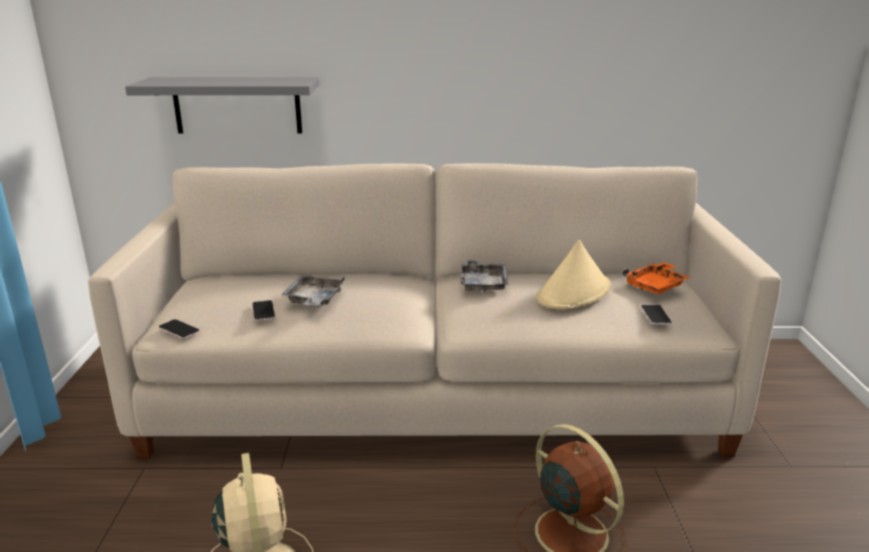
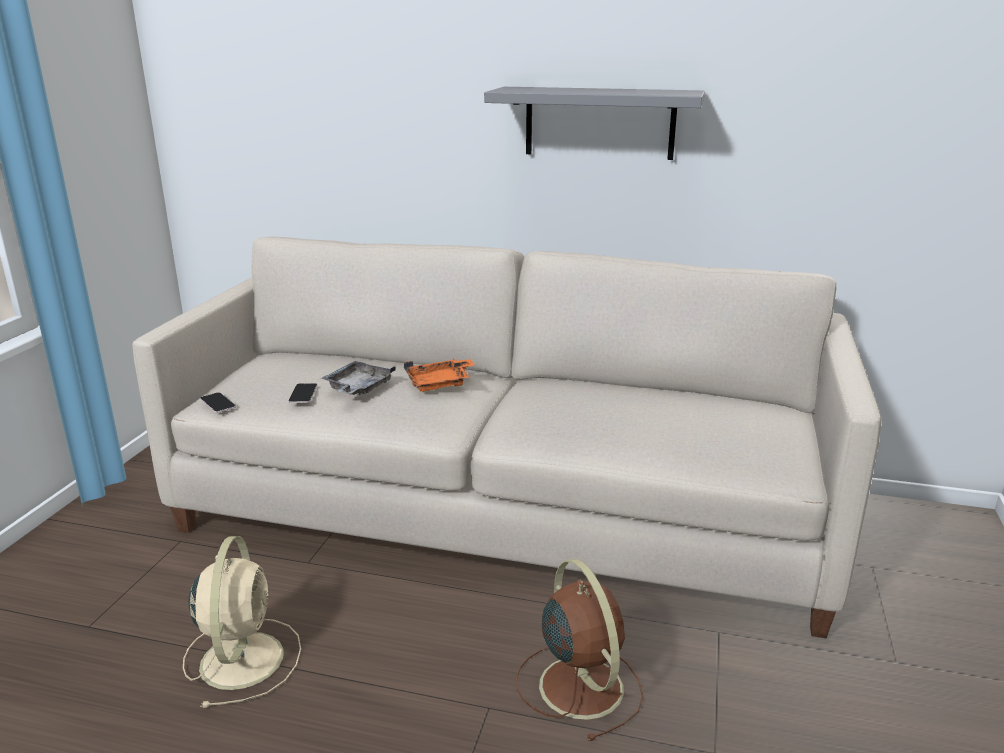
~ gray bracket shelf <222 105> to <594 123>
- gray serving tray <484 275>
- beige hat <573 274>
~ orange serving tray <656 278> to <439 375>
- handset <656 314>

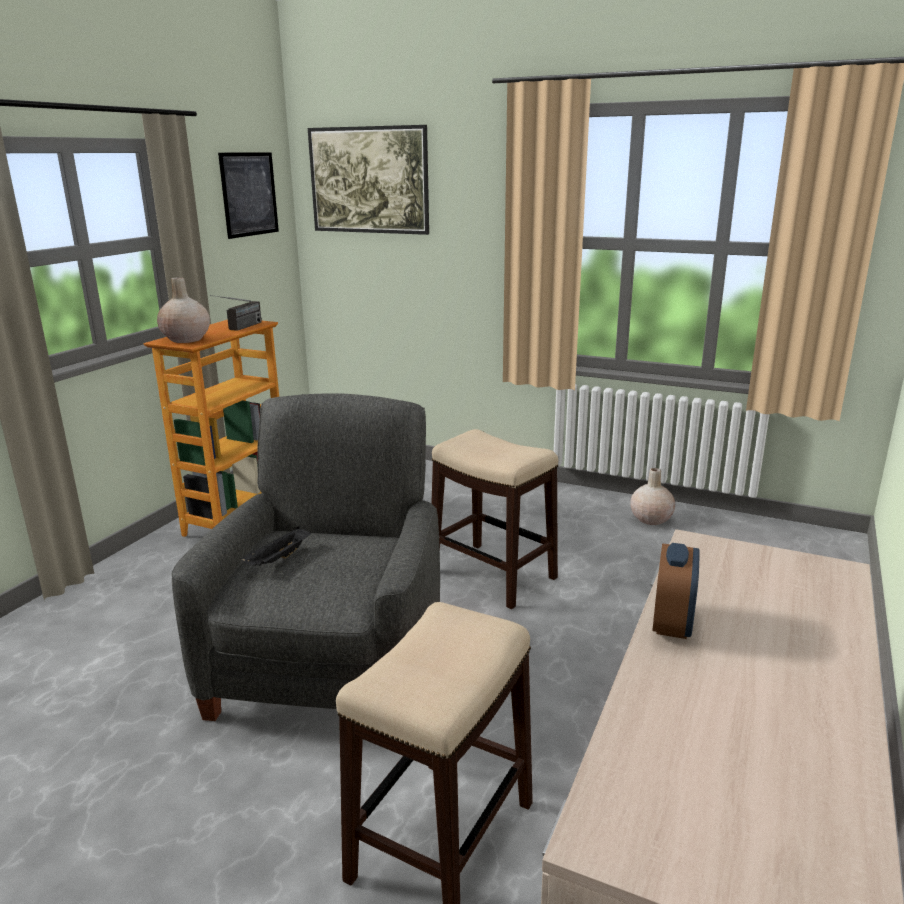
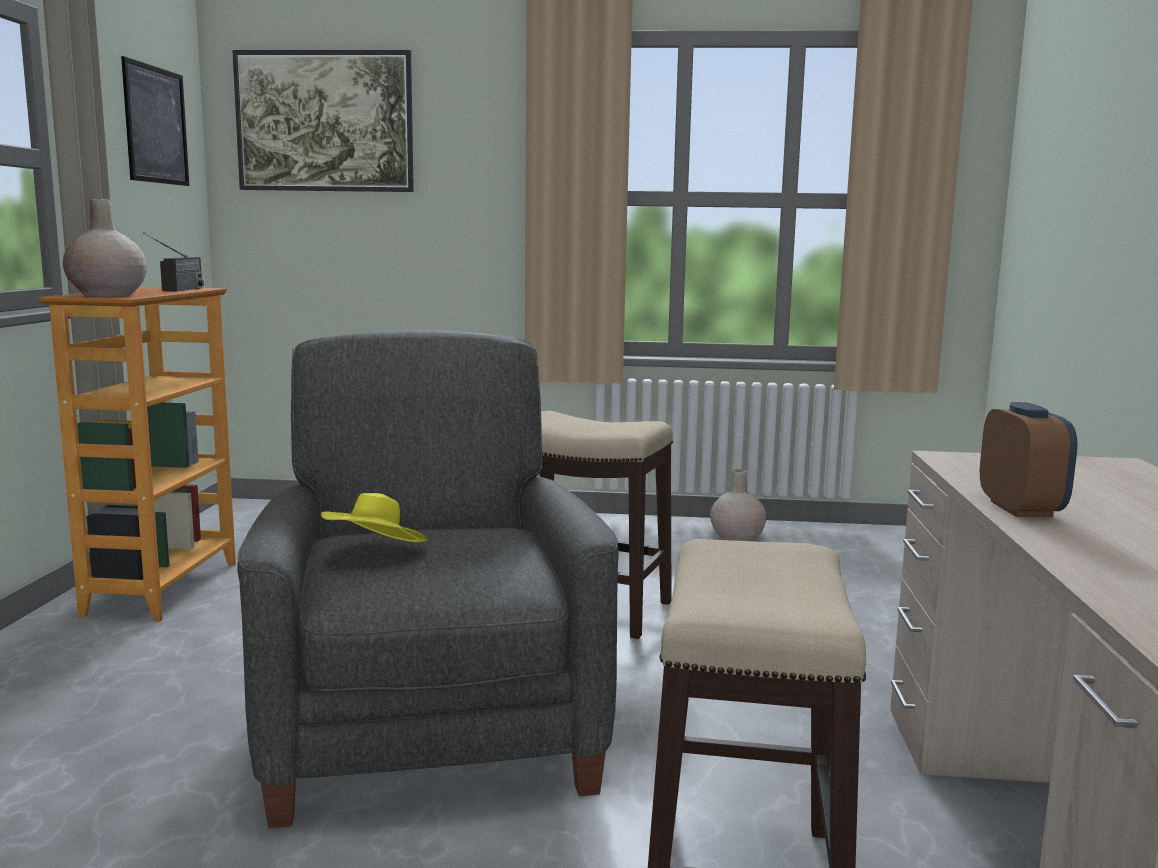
~ black-coloured serving tray <275 546> to yellowish hat <374 517>

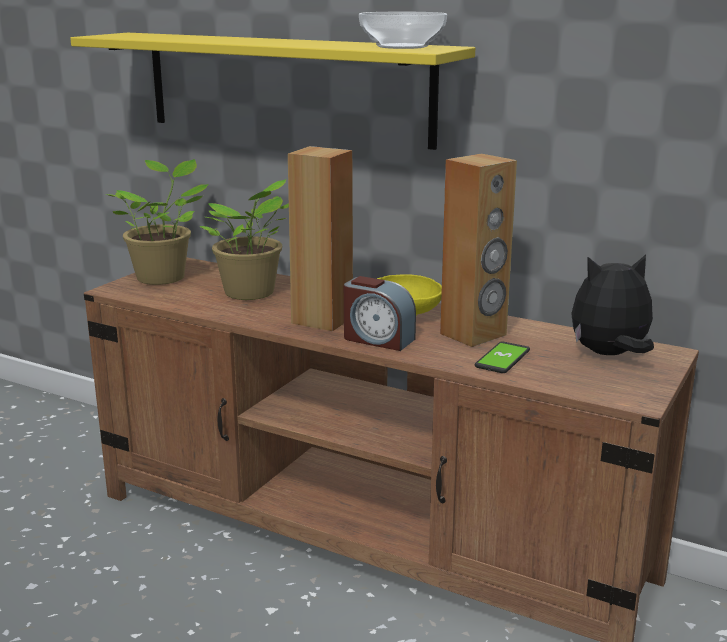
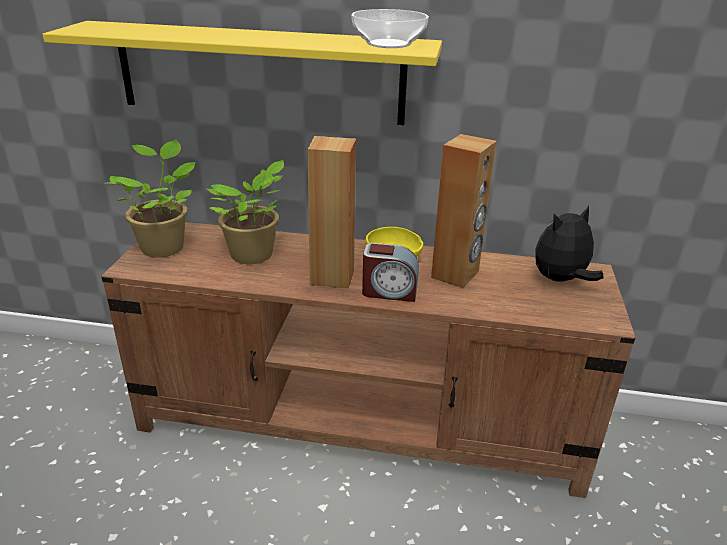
- handset <502 357>

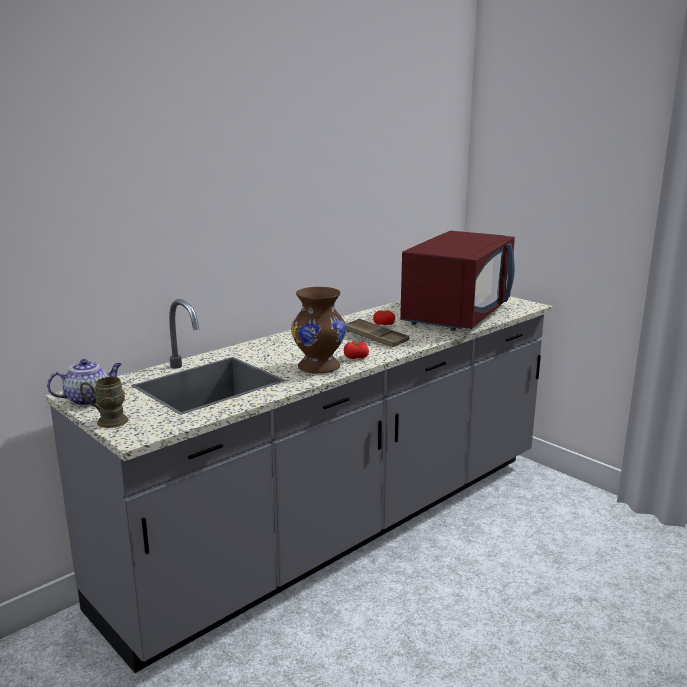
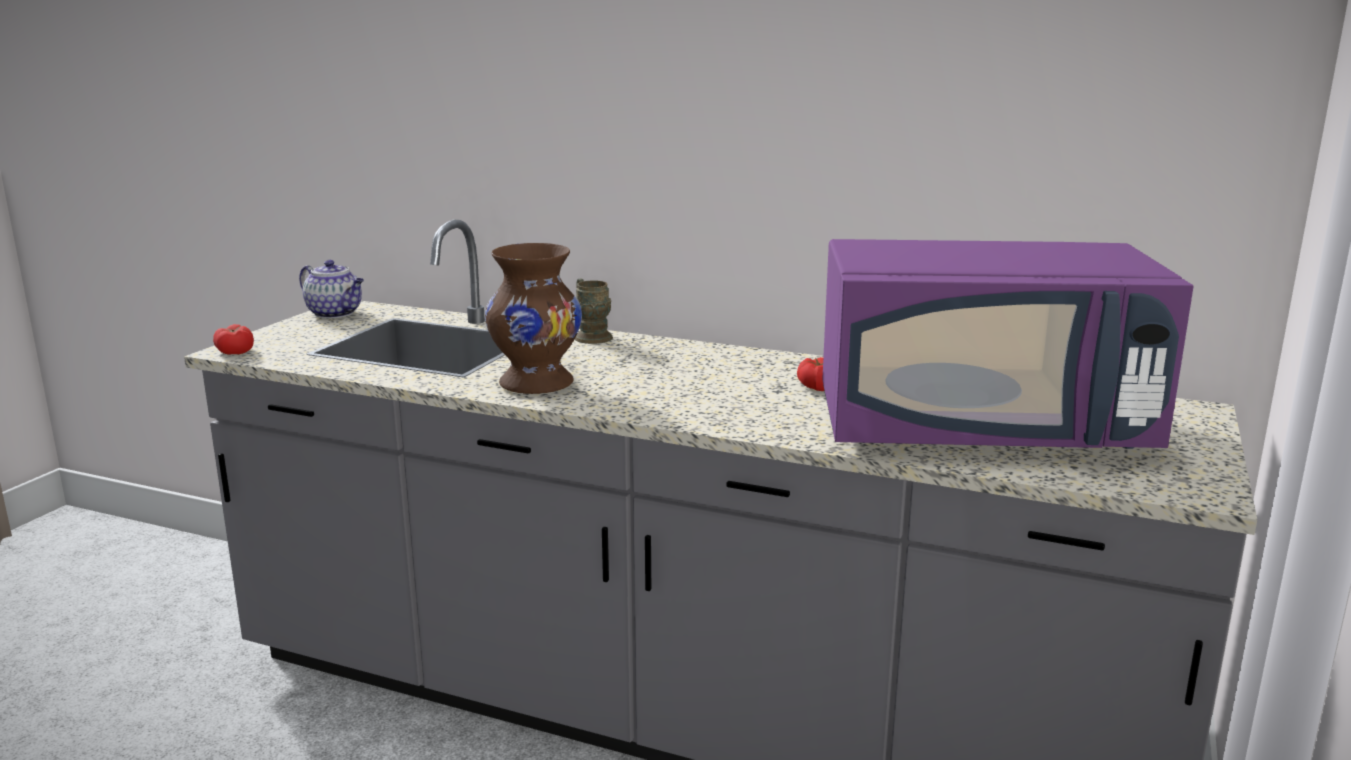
~ brownish coffee mug <104 402> to <594 311>
~ tomato <356 350> to <233 339>
- brownish serving tray <377 332>
~ reddish microwave oven <457 281> to purple microwave oven <1008 344>

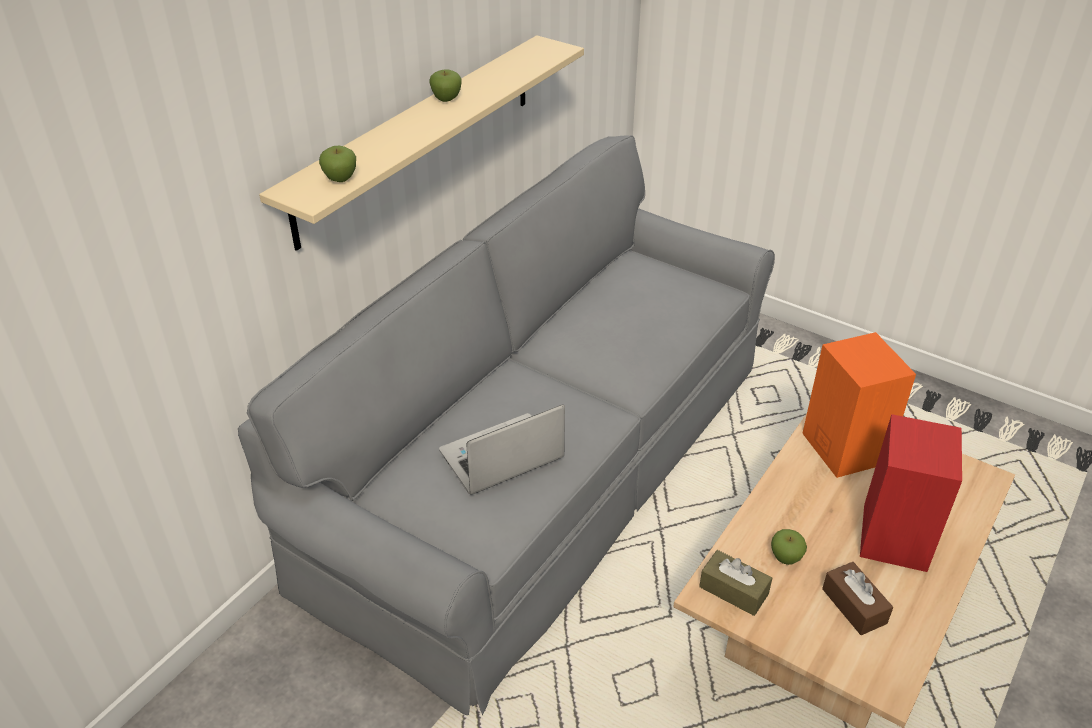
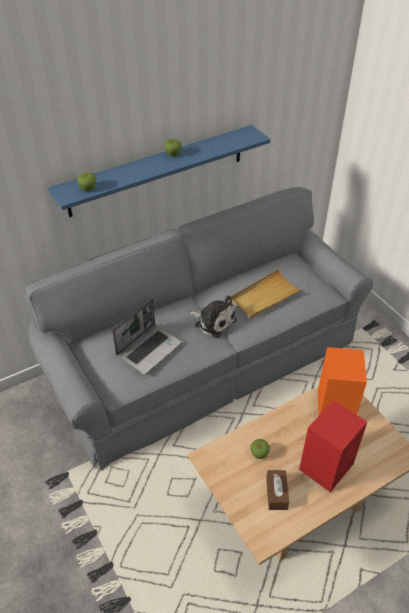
~ beige bracket shelf <421 143> to blue-coloured bracket shelf <159 171>
~ notebook computer <502 450> = <147 337> 135 degrees clockwise
- brownish box of tissues <735 583>
+ plush toy <213 316>
+ beige serving tray <267 294>

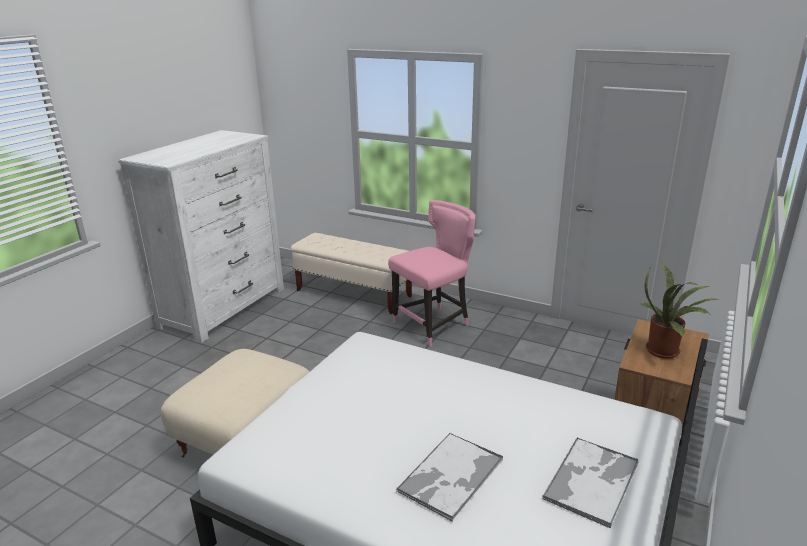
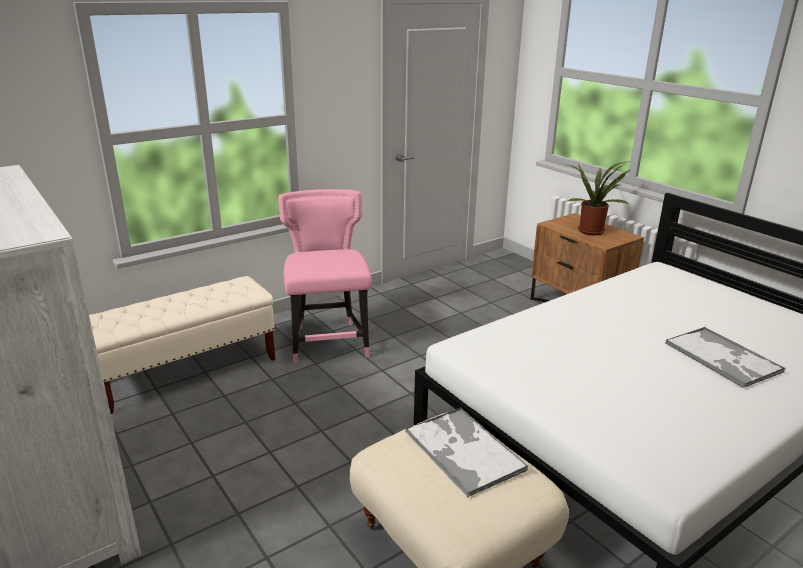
~ serving tray <590 483> to <466 453>

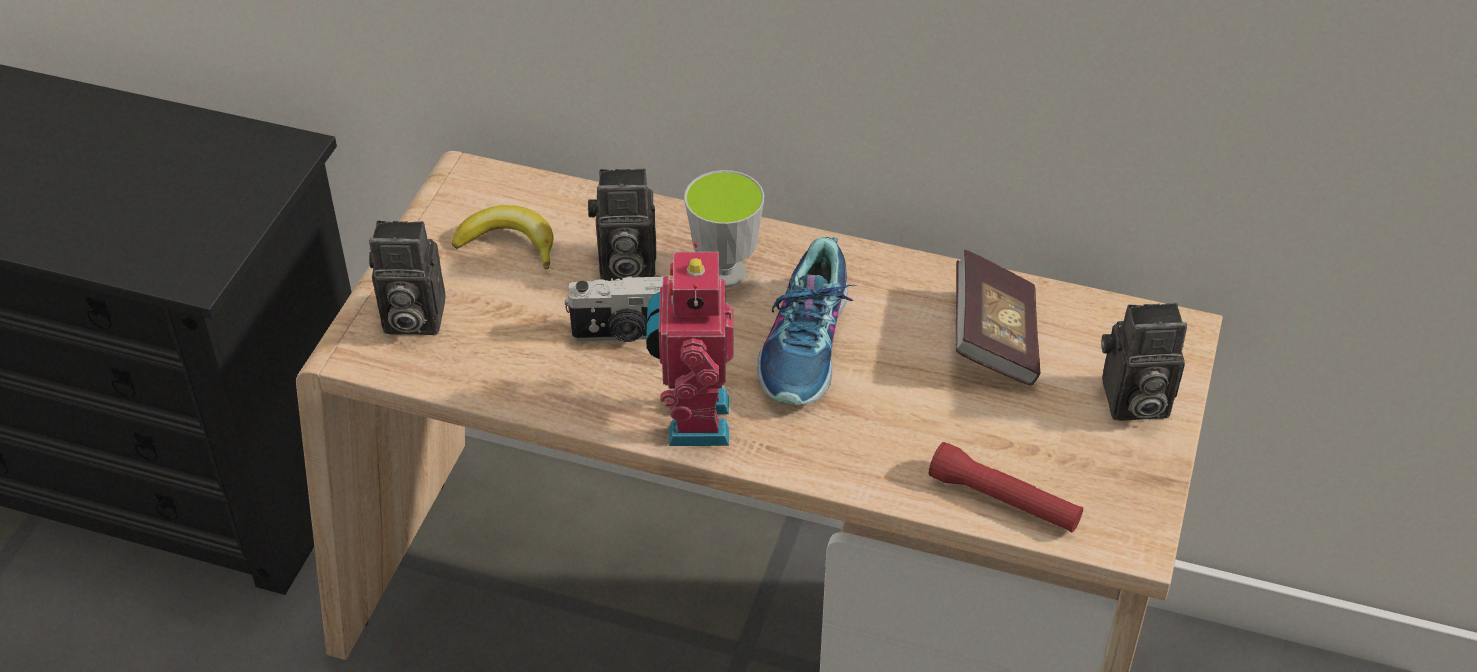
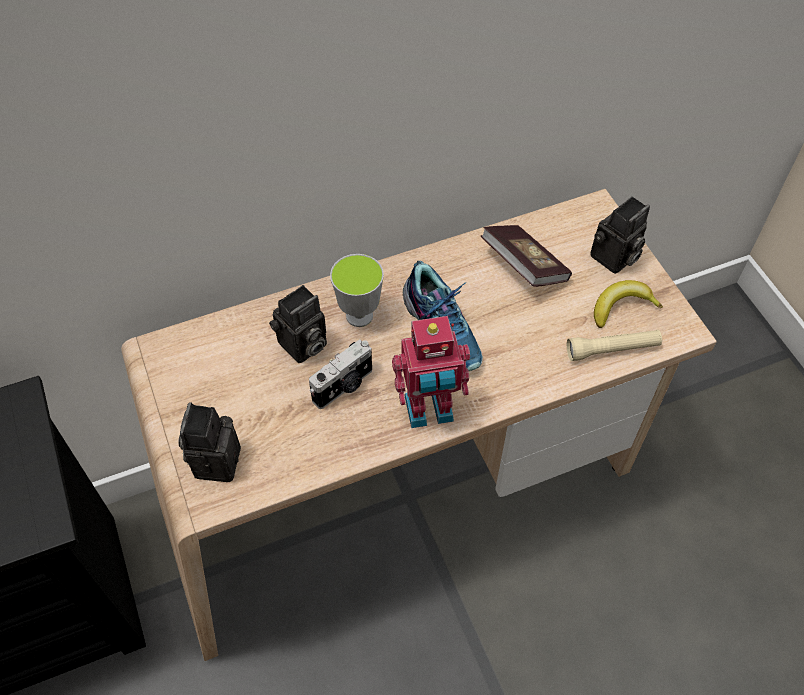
~ photo camera <407 278> = <209 442> 135 degrees clockwise
~ whole banana <502 237> to <628 304>
~ toy robot <689 344> = <431 372> 60 degrees counterclockwise
~ reddish flashlight <1006 487> to beige flashlight <614 345>

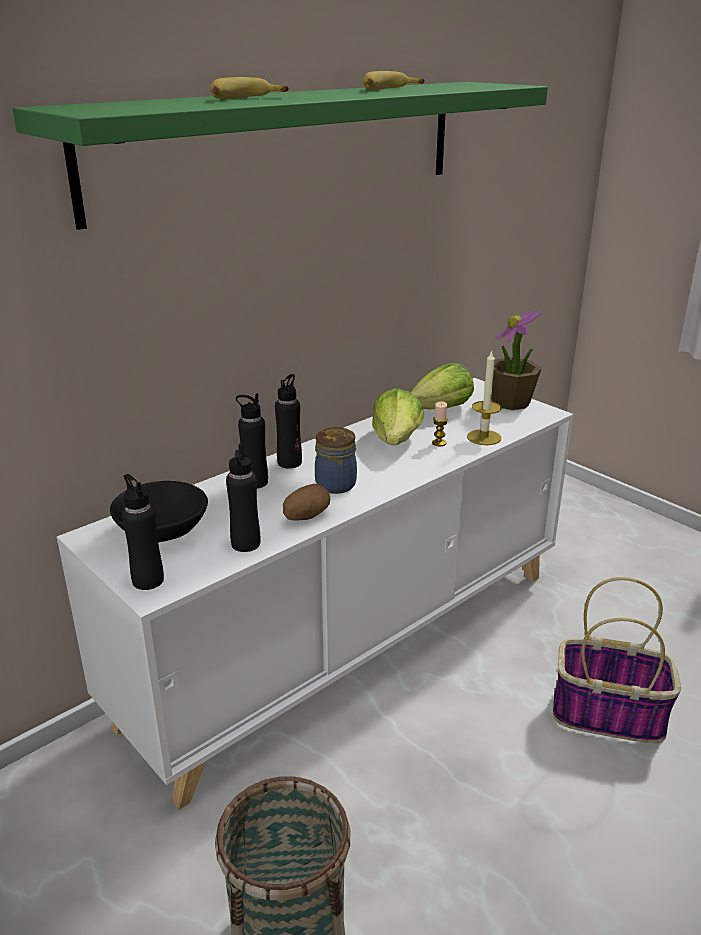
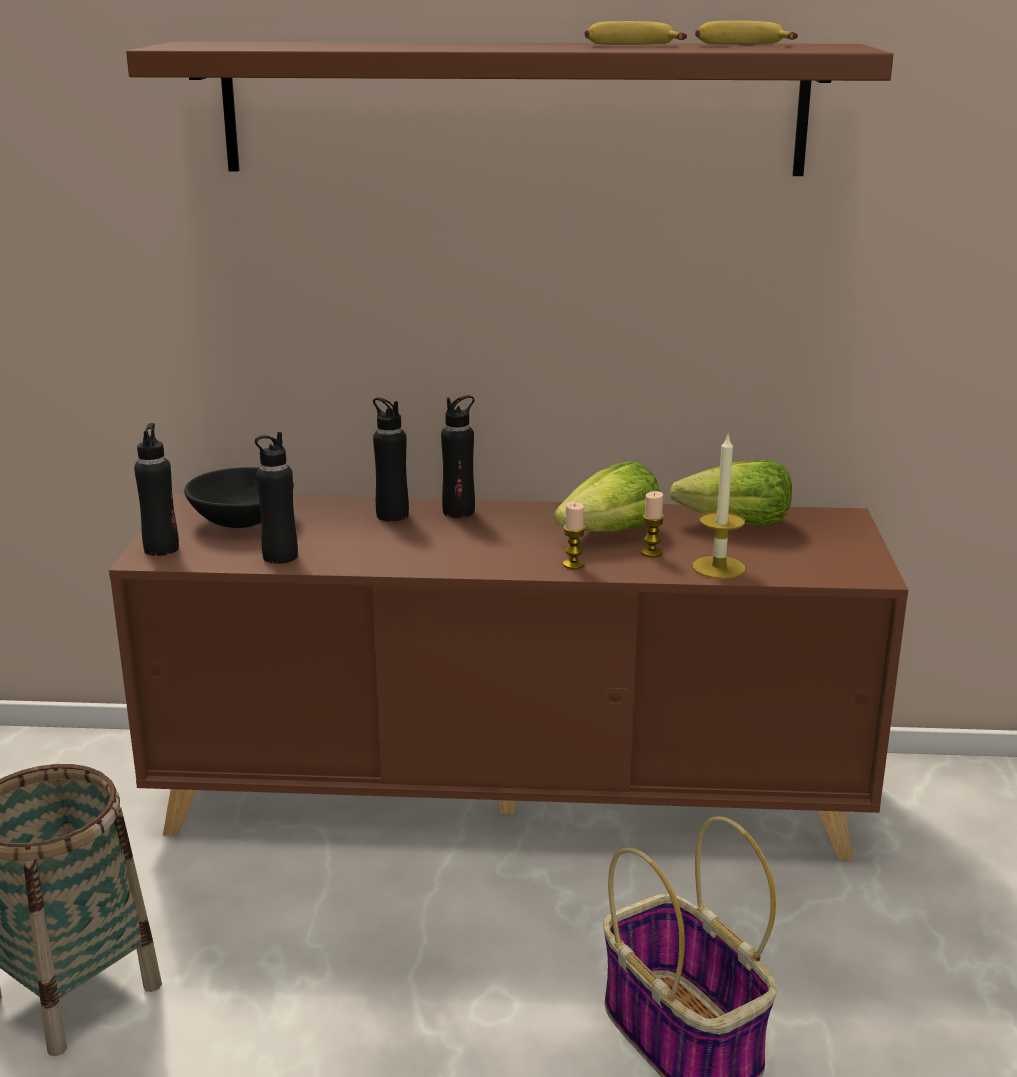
~ green bracket shelf <280 156> to brownish bracket shelf <509 109>
~ white storage cabinet <315 594> to brownish storage cabinet <508 677>
~ whole banana <249 88> to <746 32>
- whole potato <306 502>
- storage jar <336 460>
- plant in a pot <516 359>
+ wax light <574 535>

